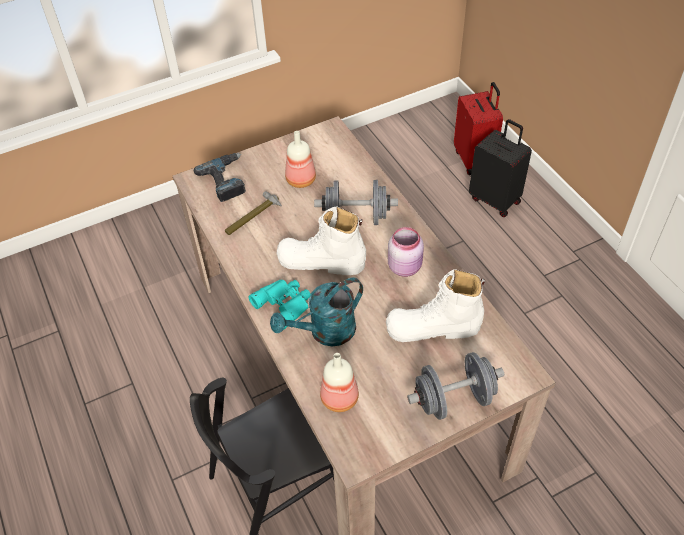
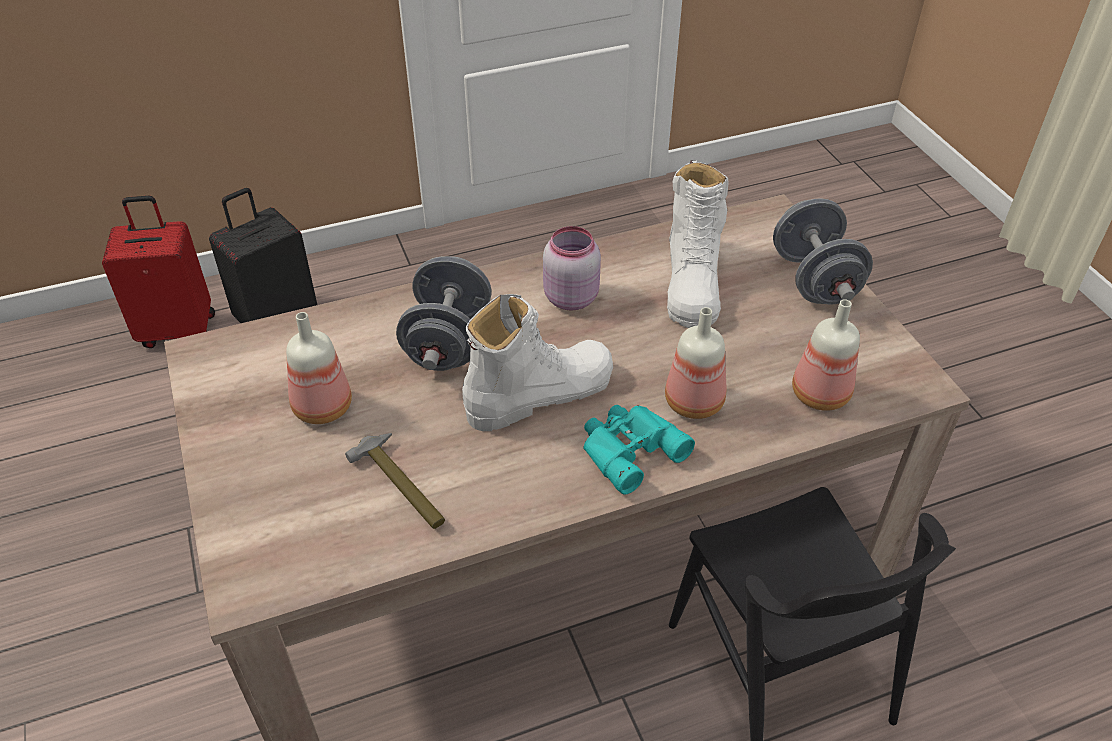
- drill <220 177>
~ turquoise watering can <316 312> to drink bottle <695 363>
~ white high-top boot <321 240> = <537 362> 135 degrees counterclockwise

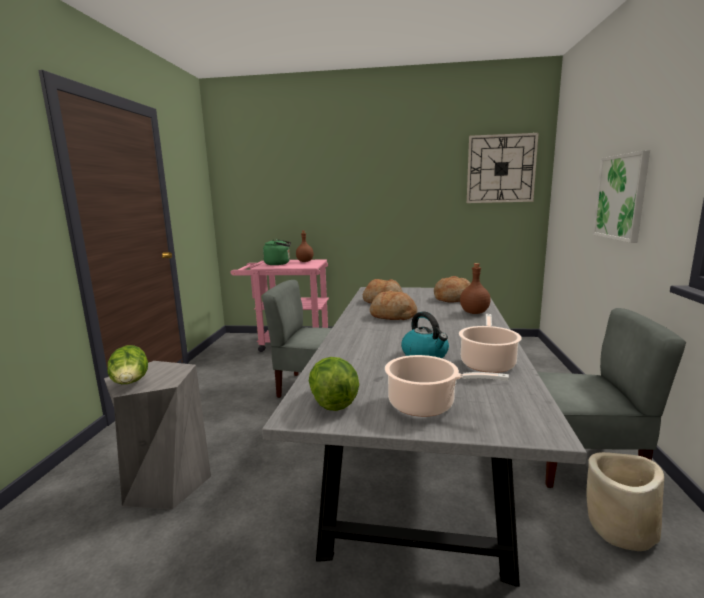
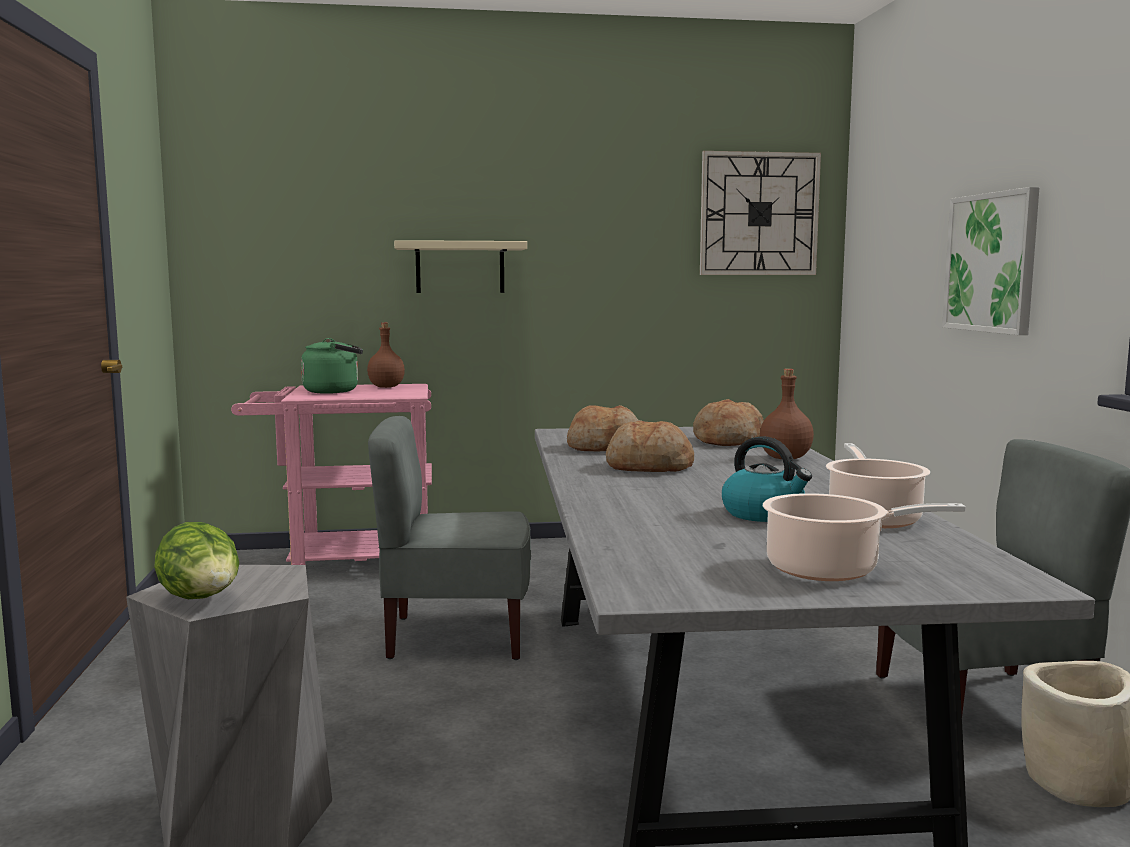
- lettuce <334 384>
+ beige bracket shelf <460 266>

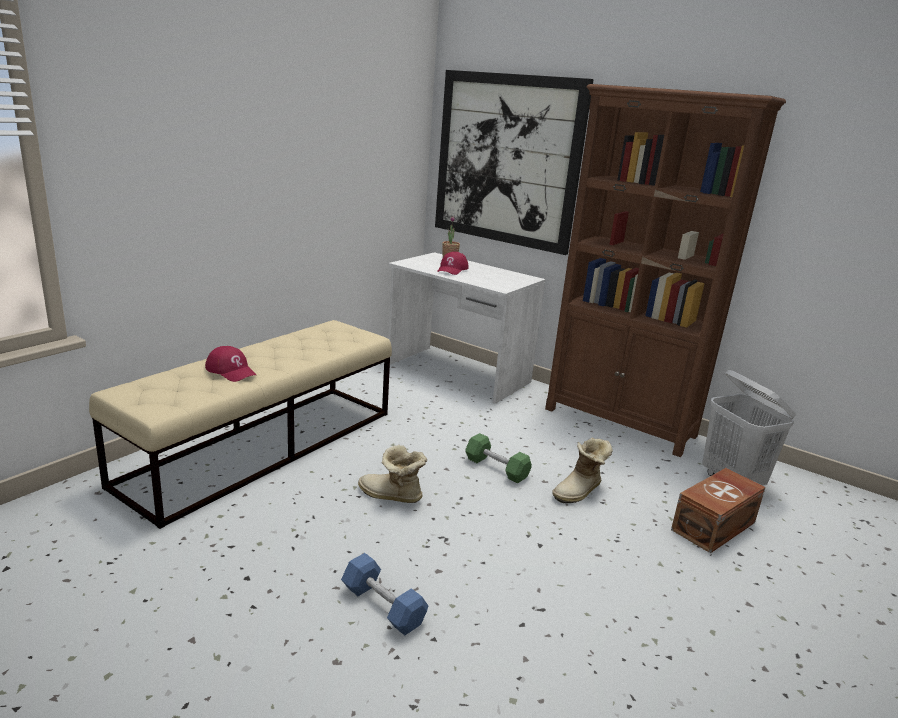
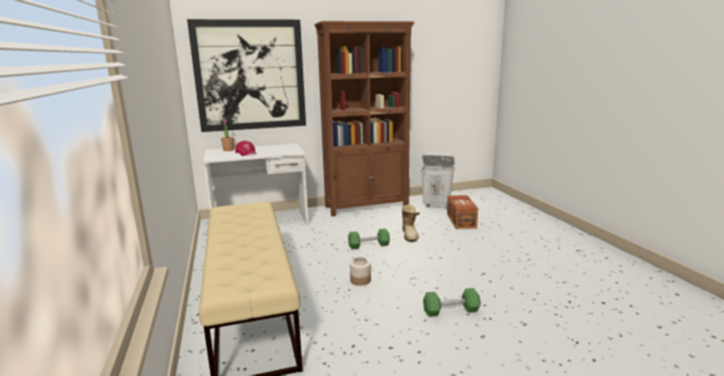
- reddish baseball cap <230 364>
~ blue-coloured free weight <384 594> to green free weight <452 302>
~ high-top boot <392 474> to storage jar <360 271>

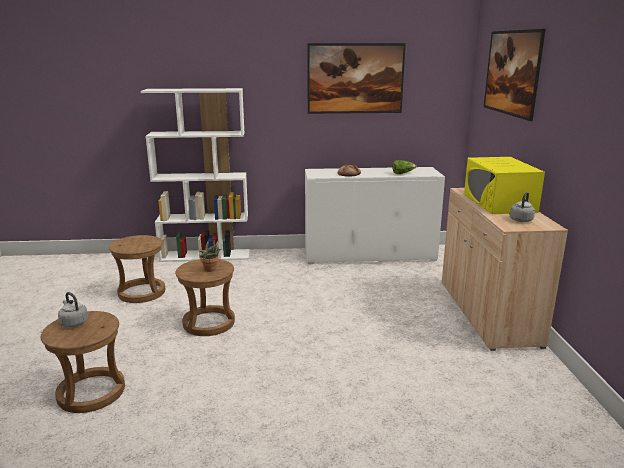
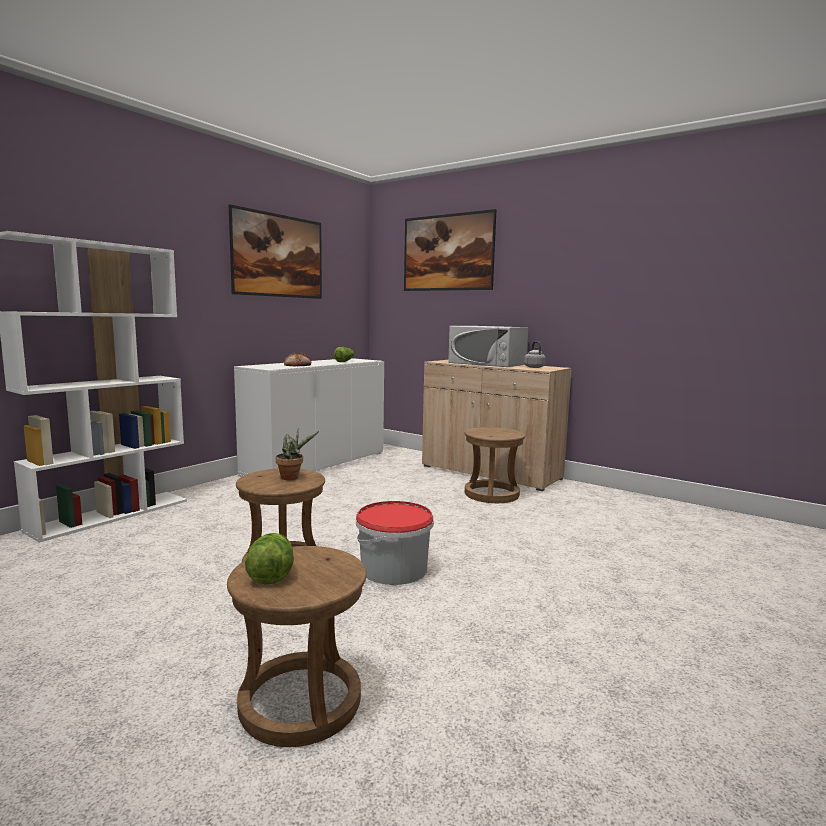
~ gray tea kettle <73 309> to lettuce <269 559>
~ brownish stool <137 269> to <495 465>
~ yellowish microwave oven <504 185> to white microwave oven <488 346>
+ bucket <395 543>

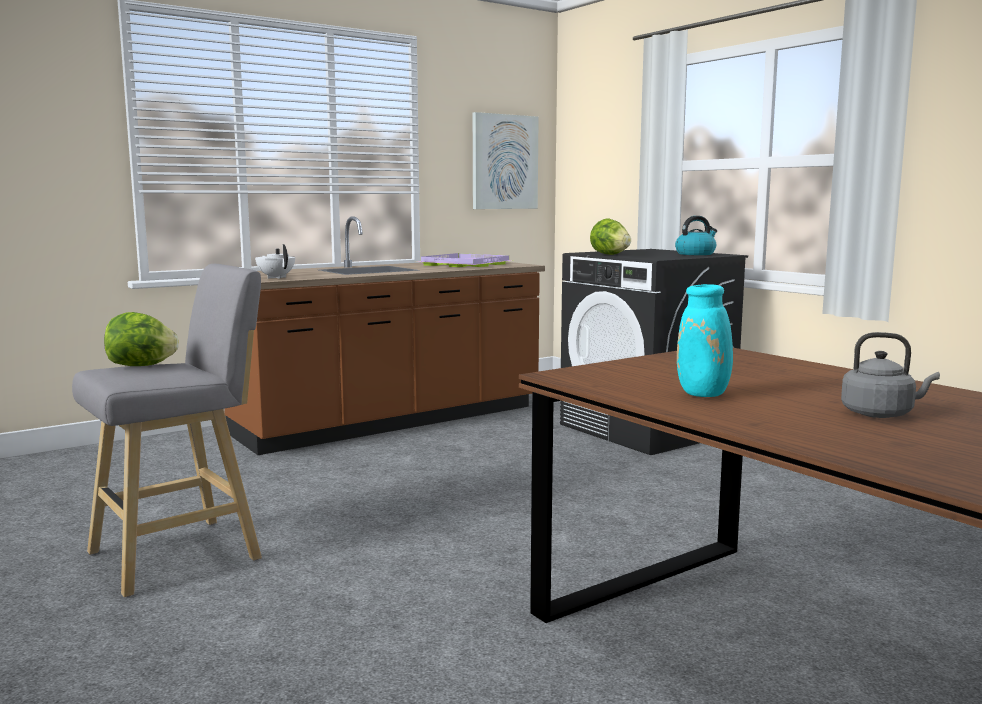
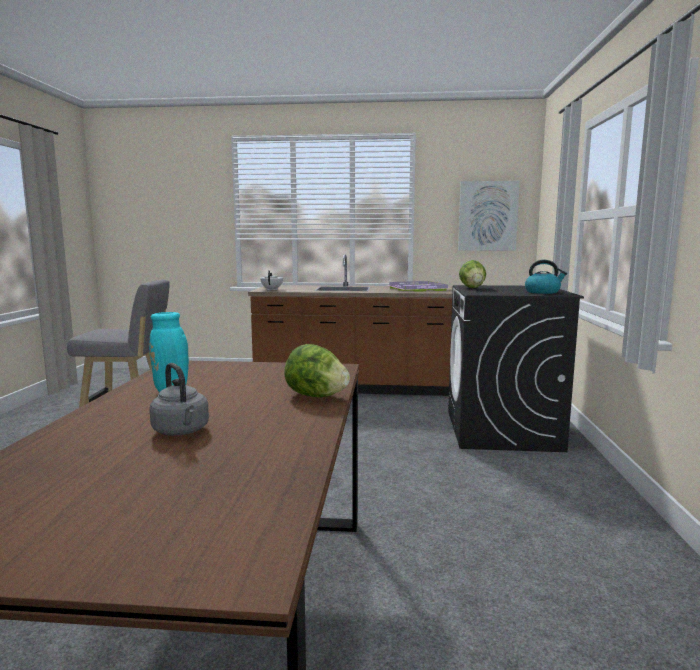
~ lettuce <141 339> to <317 370>

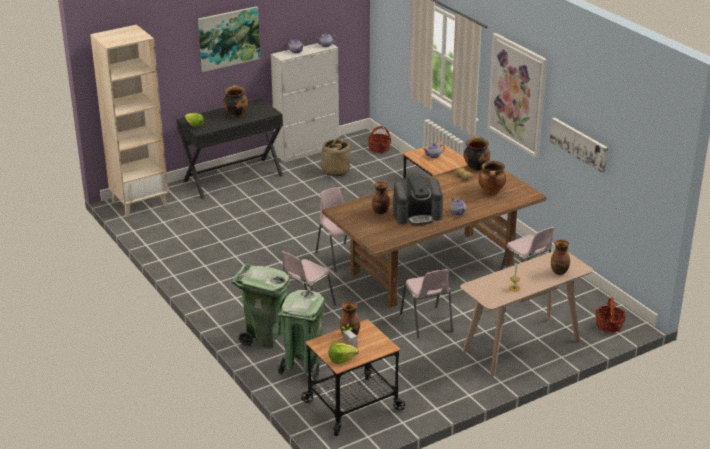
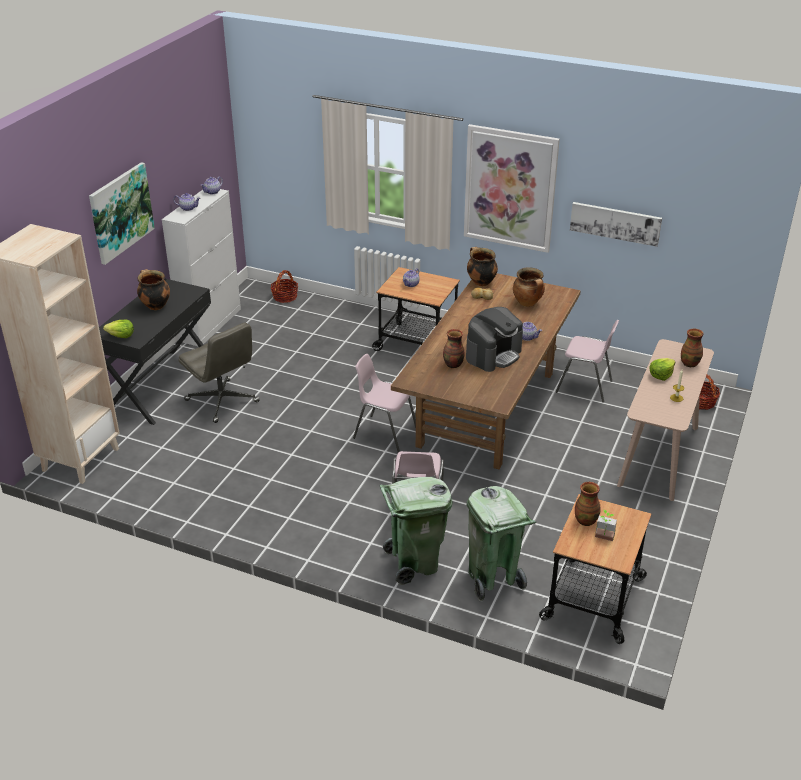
- household basket <335 157>
~ lettuce <344 353> to <662 369>
- pink-coloured upright chair <426 303>
+ gray computer chair <219 372>

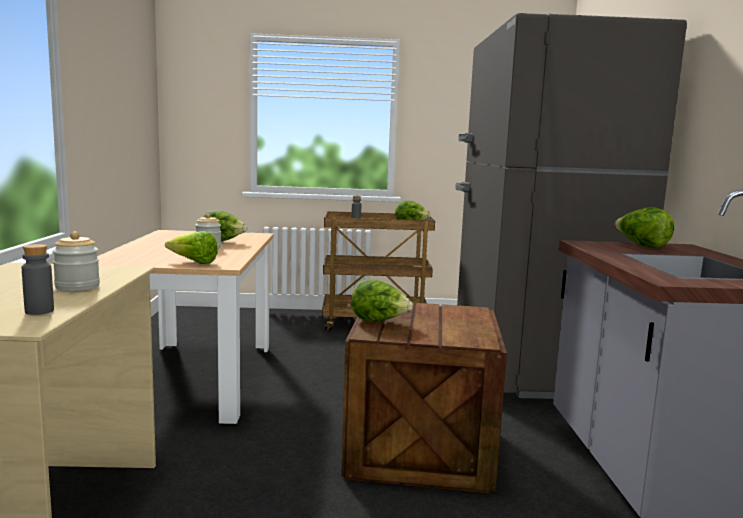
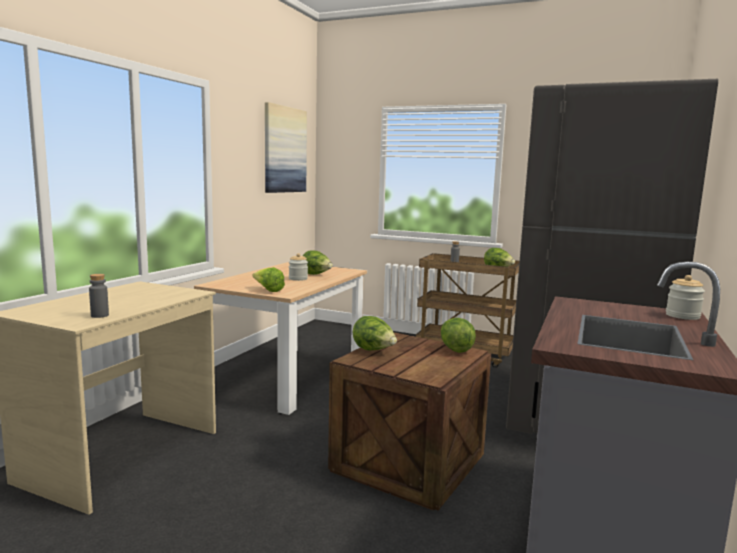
~ storage jar <76 261> to <685 297>
~ lettuce <644 227> to <458 335>
+ wall art <286 147>

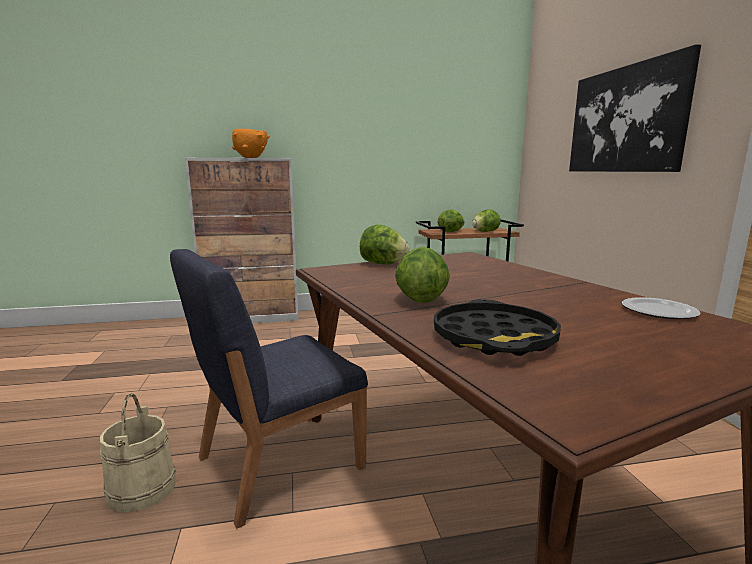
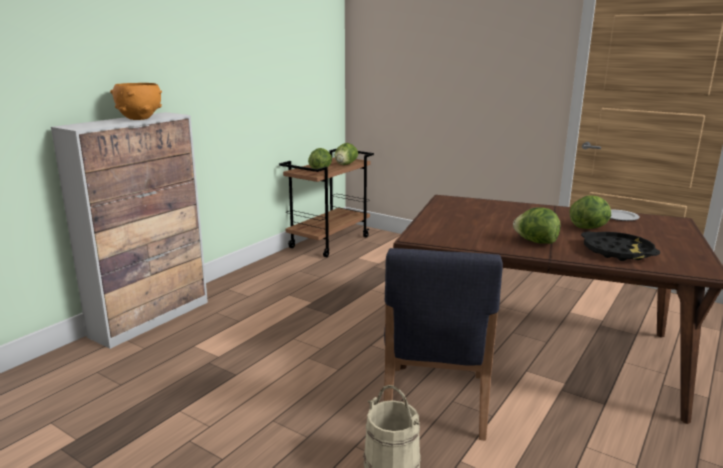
~ lettuce <384 244> to <590 212>
- wall art <635 108>

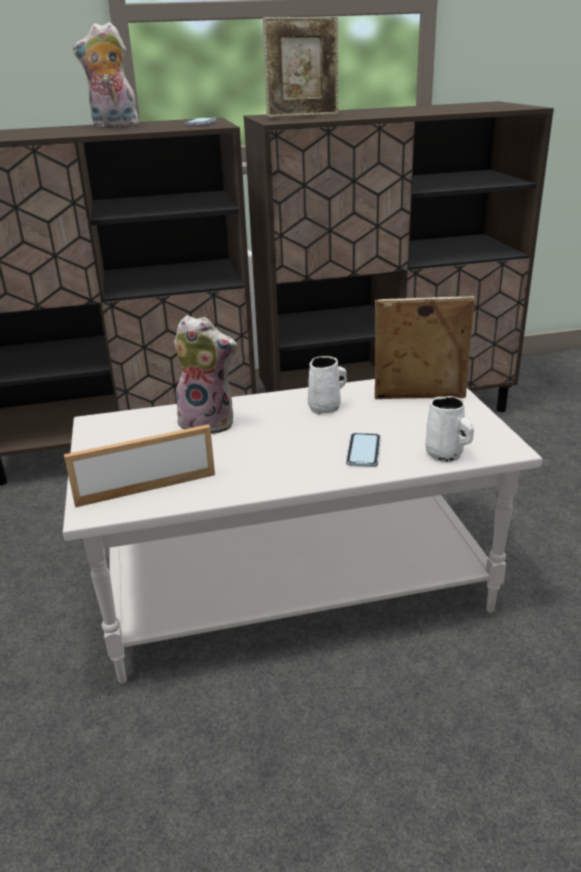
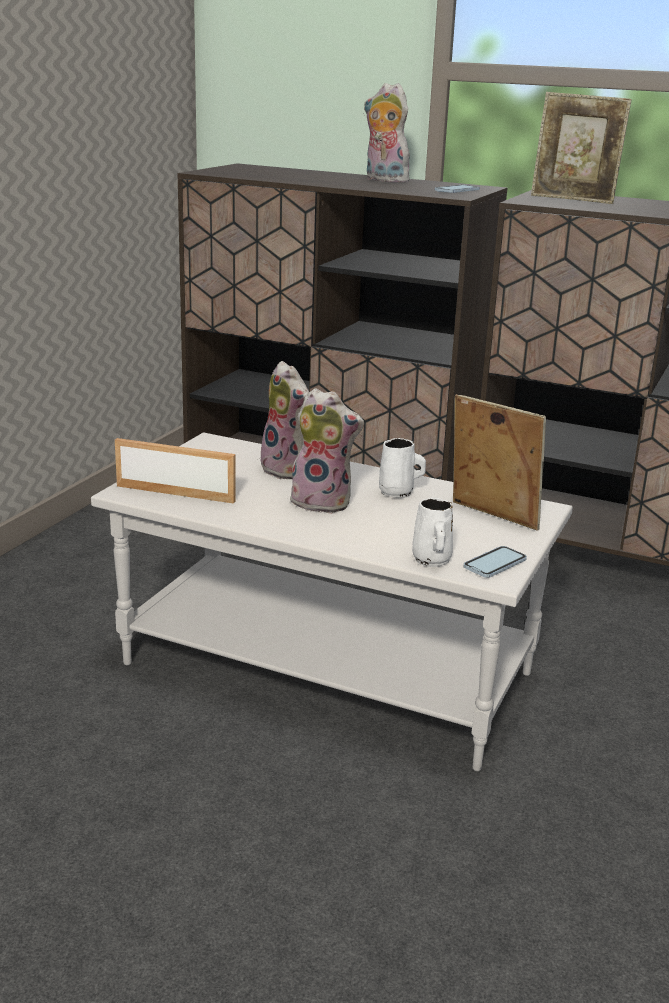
~ handset <363 450> to <495 562>
+ plush toy <327 451>

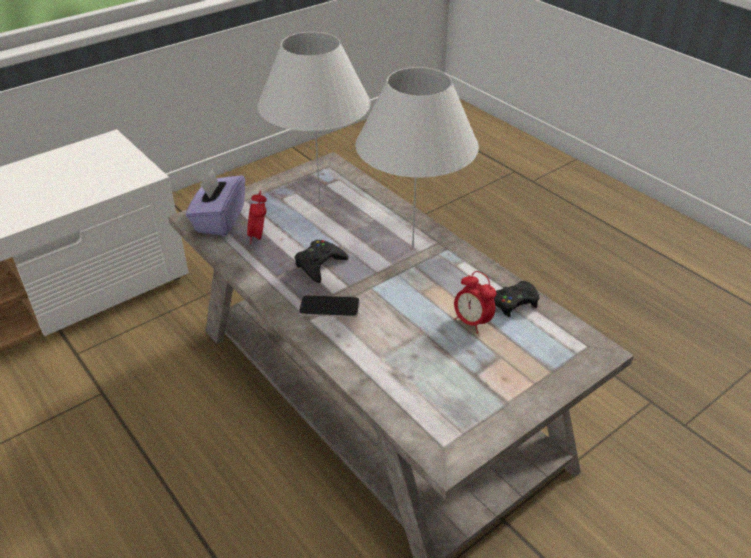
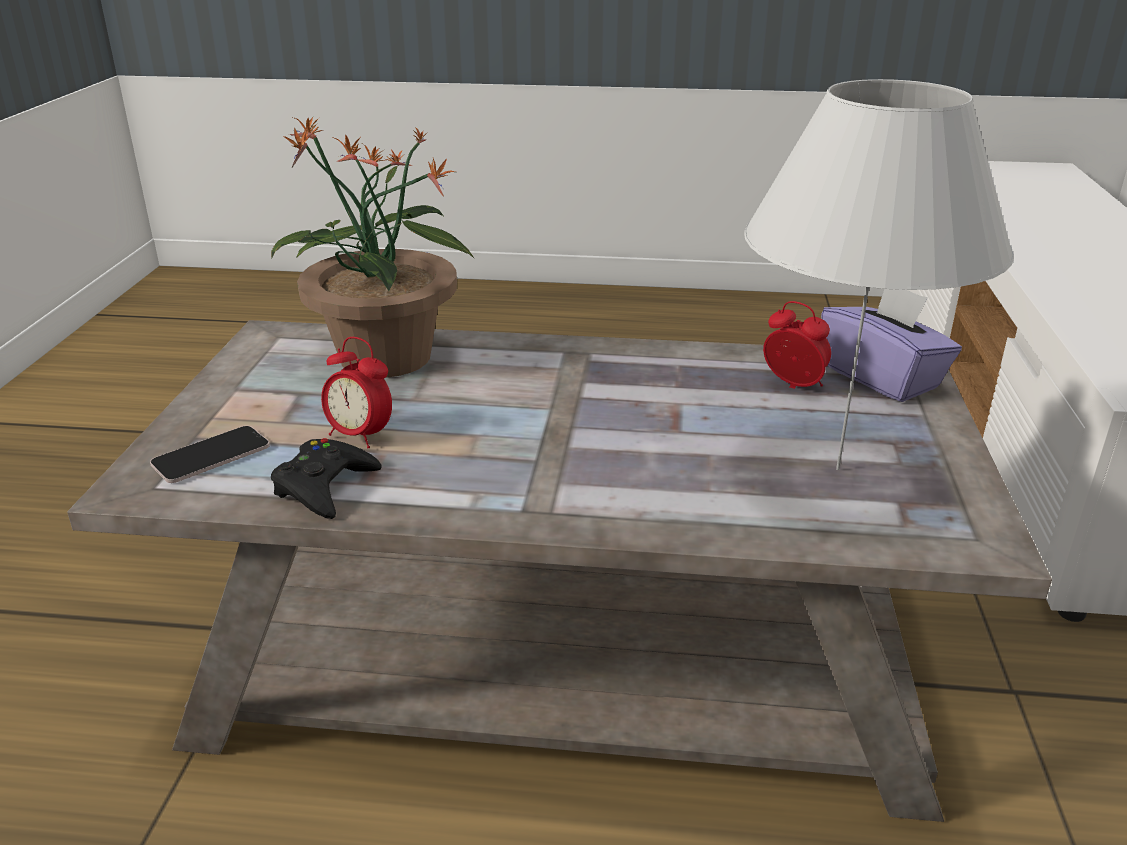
- black-coloured joypad <321 261>
~ handset <329 306> to <210 454>
- white table lamp <417 157>
~ bedside clock <475 302> = <356 392> 150 degrees counterclockwise
+ plant in a pot <373 247>

